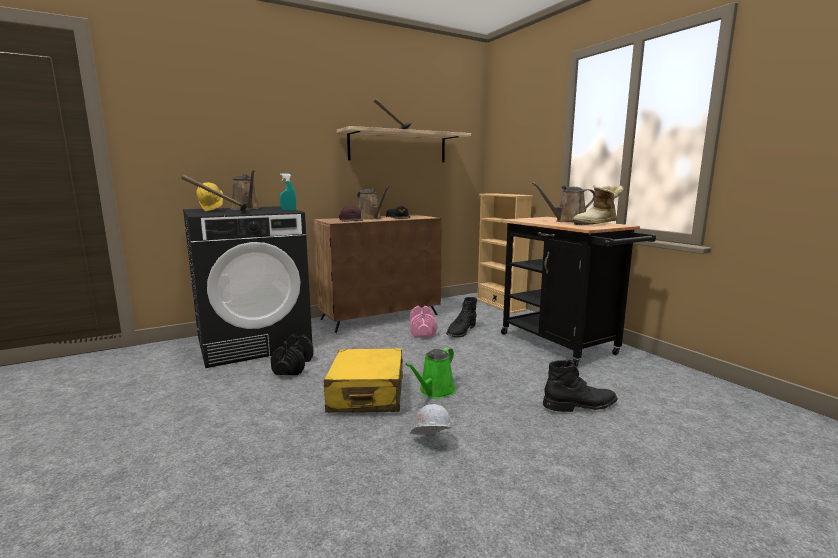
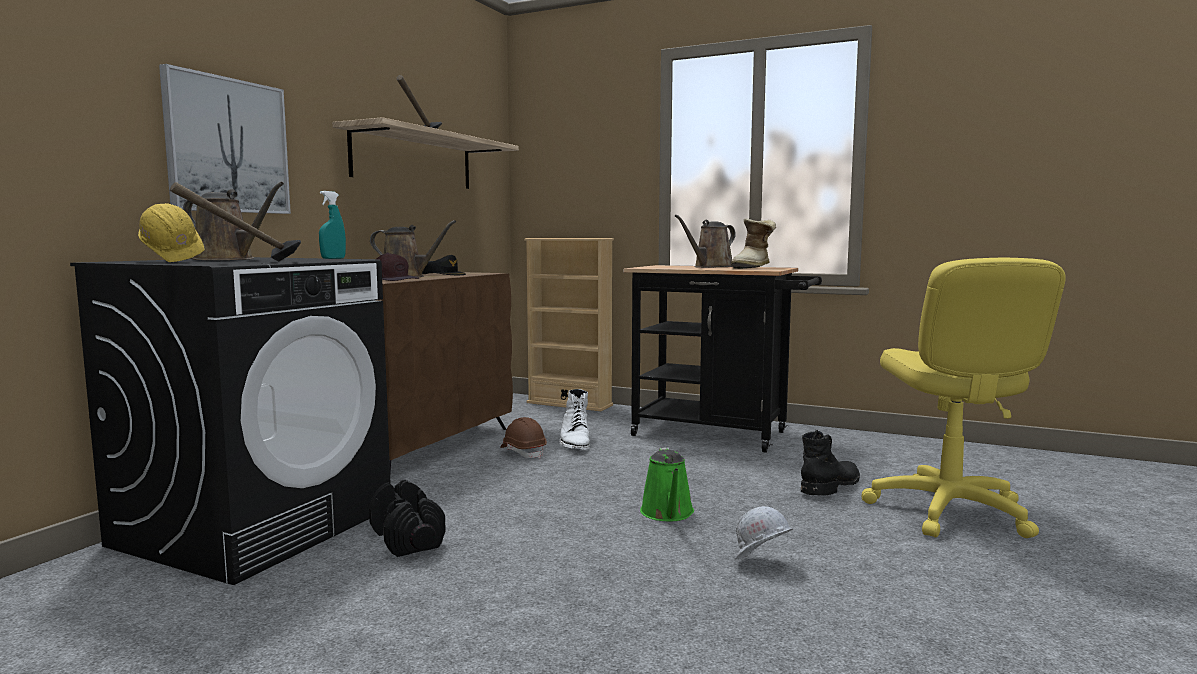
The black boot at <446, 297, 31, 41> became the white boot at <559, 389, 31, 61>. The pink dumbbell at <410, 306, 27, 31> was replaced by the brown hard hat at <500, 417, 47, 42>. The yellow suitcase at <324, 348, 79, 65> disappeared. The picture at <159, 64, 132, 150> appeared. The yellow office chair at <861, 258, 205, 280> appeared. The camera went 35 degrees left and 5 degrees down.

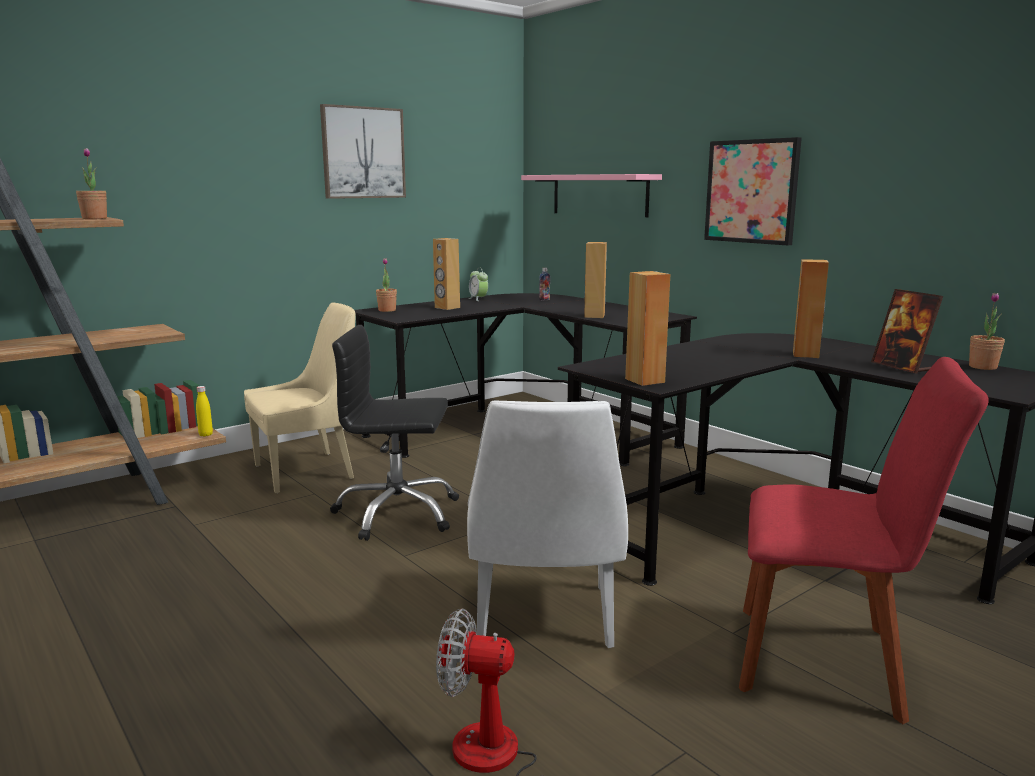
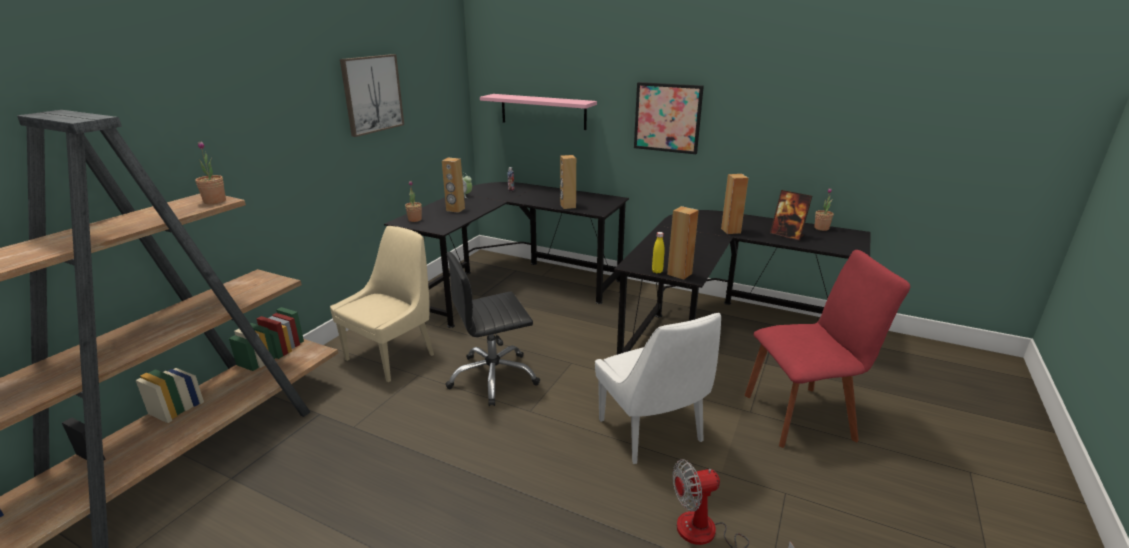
The yellow bottle moved from <196, 386, 17, 51> to <652, 232, 13, 41>. The camera went 25 degrees left and 10 degrees up.

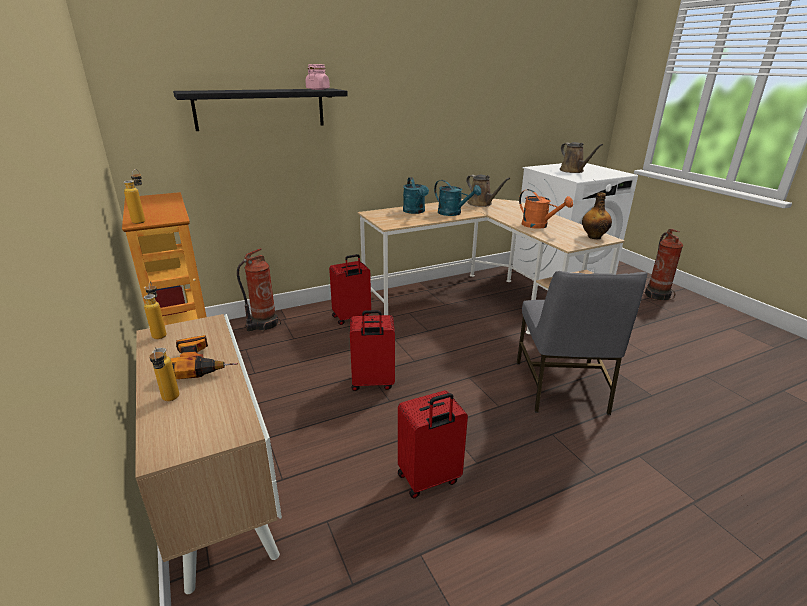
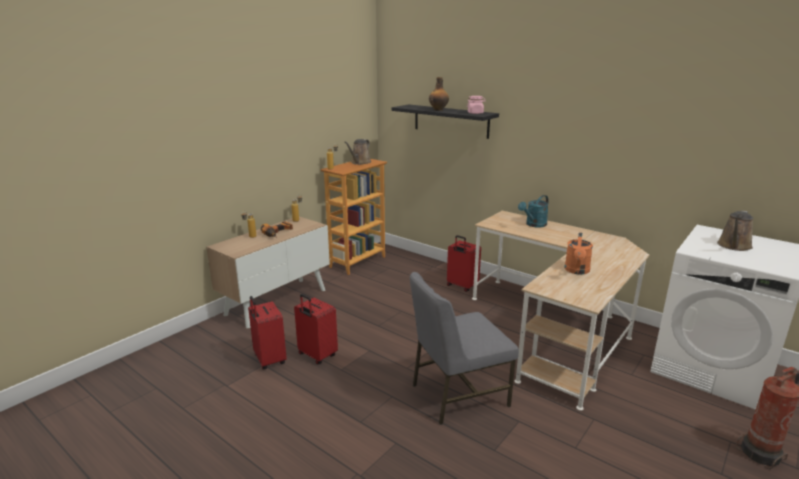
The brown watering can moved from <466, 175, 44, 32> to <345, 139, 26, 26>. The turquoise watering can at <434, 180, 47, 36> disappeared. The bottle moved from <582, 192, 30, 47> to <429, 77, 20, 34>. The fire extinguisher at <237, 248, 44, 83> disappeared. The red suitcase moved from <350, 310, 45, 81> to <248, 296, 39, 74>. The camera went 65 degrees right and 5 degrees down.

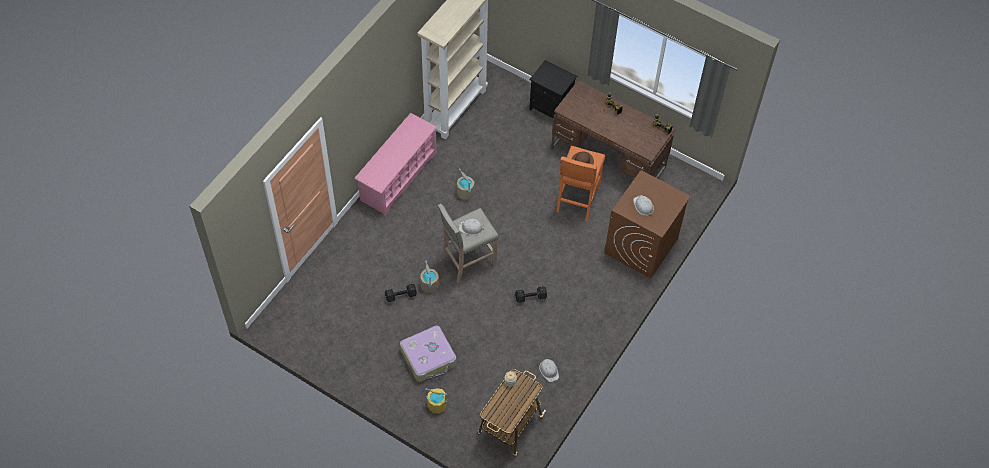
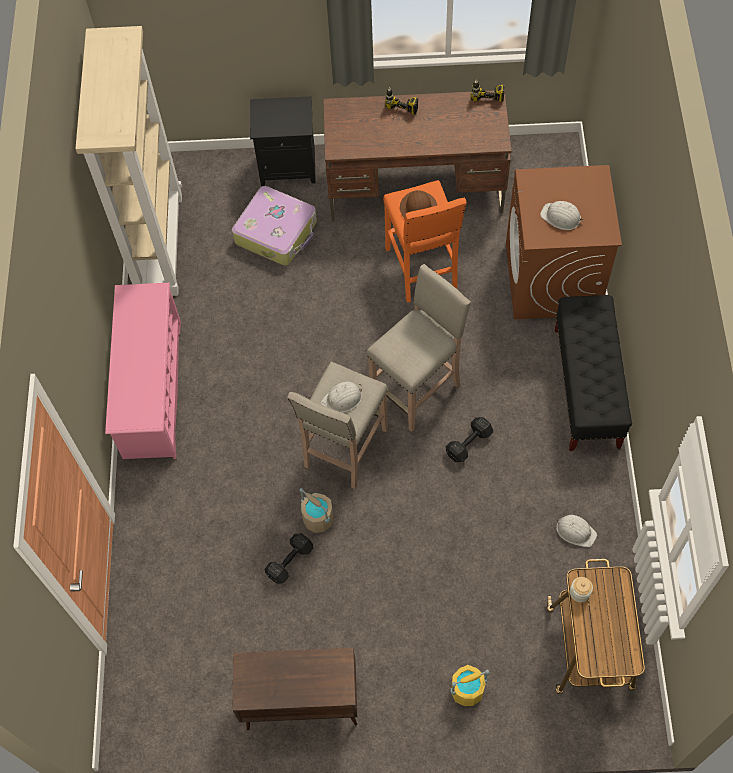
The beige bucket at <457, 169, 18, 31> disappeared. The suitcase moved from <400, 326, 56, 56> to <232, 186, 85, 80>. The beige stool at <366, 264, 105, 168> appeared. The black bench at <555, 295, 77, 156> appeared. The brown cabinet at <233, 648, 124, 82> appeared. The camera went 30 degrees left and 5 degrees up.

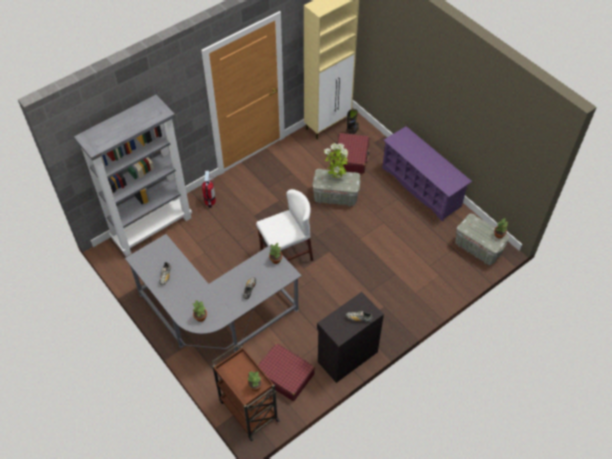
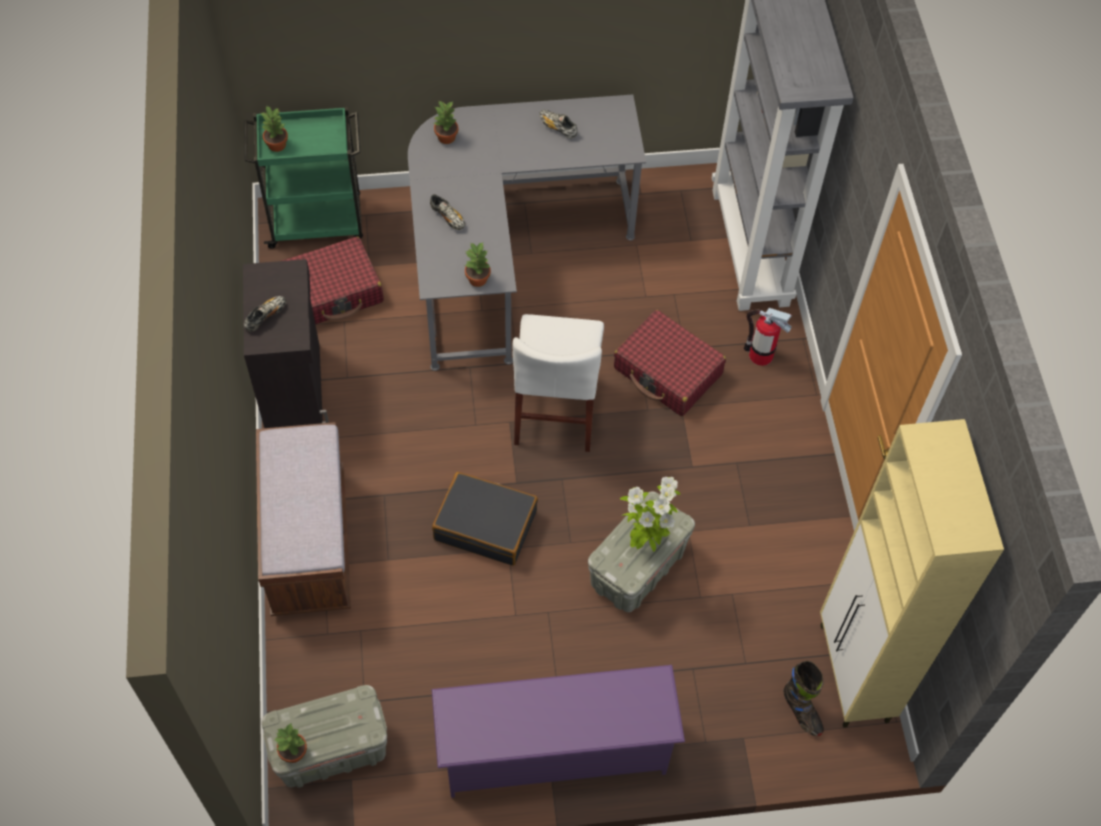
The red suitcase moved from <335, 133, 35, 41> to <614, 310, 112, 106>. The brown cart at <212, 345, 68, 96> became the green cart at <244, 107, 119, 142>. The brown bench at <256, 422, 95, 194> appeared. The black suitcase at <432, 472, 106, 94> appeared. The camera went 120 degrees right and 5 degrees up.

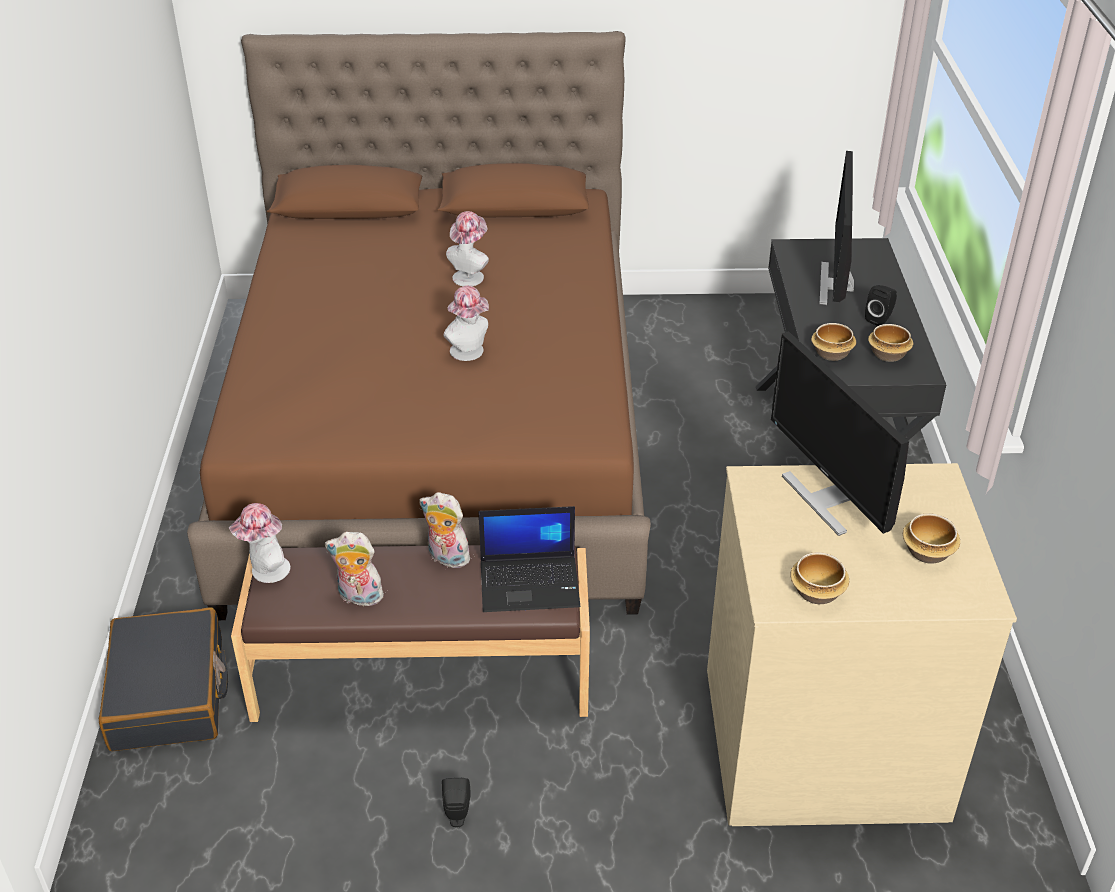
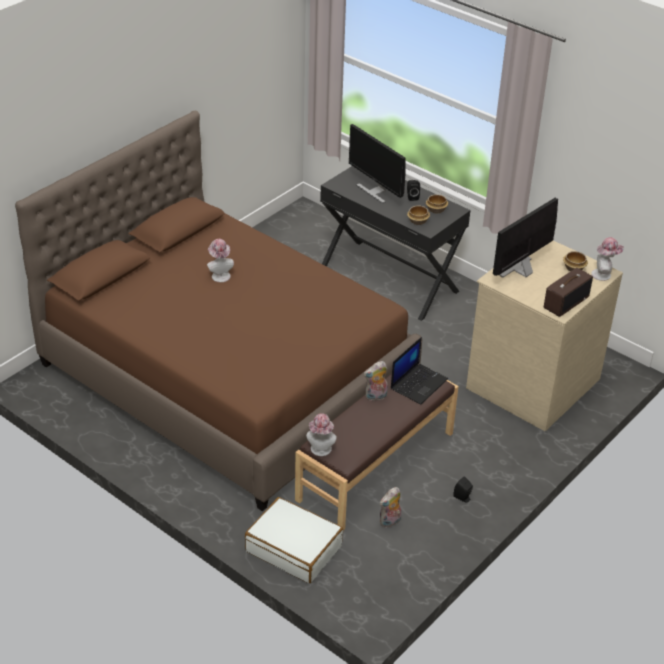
The hat moved from <443, 286, 46, 75> to <591, 237, 33, 44>. The monitor at <771, 331, 138, 205> turned 120 degrees clockwise. The plush toy moved from <325, 532, 59, 75> to <380, 487, 21, 41>. The bowl at <790, 552, 59, 52> was replaced by the radio at <544, 268, 49, 49>. The black suitcase at <99, 607, 129, 144> became the white suitcase at <245, 497, 98, 86>. The camera went 50 degrees left and 0 degrees up.

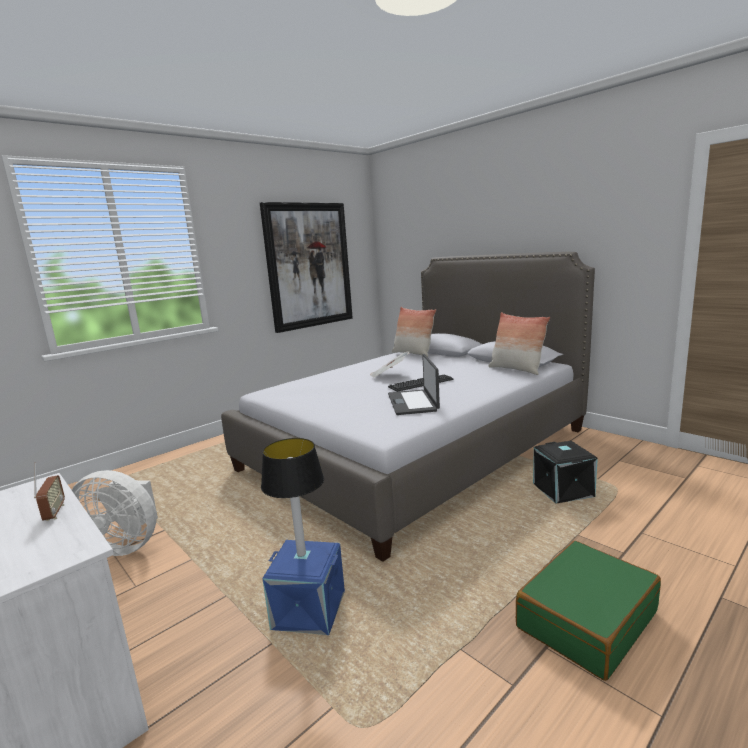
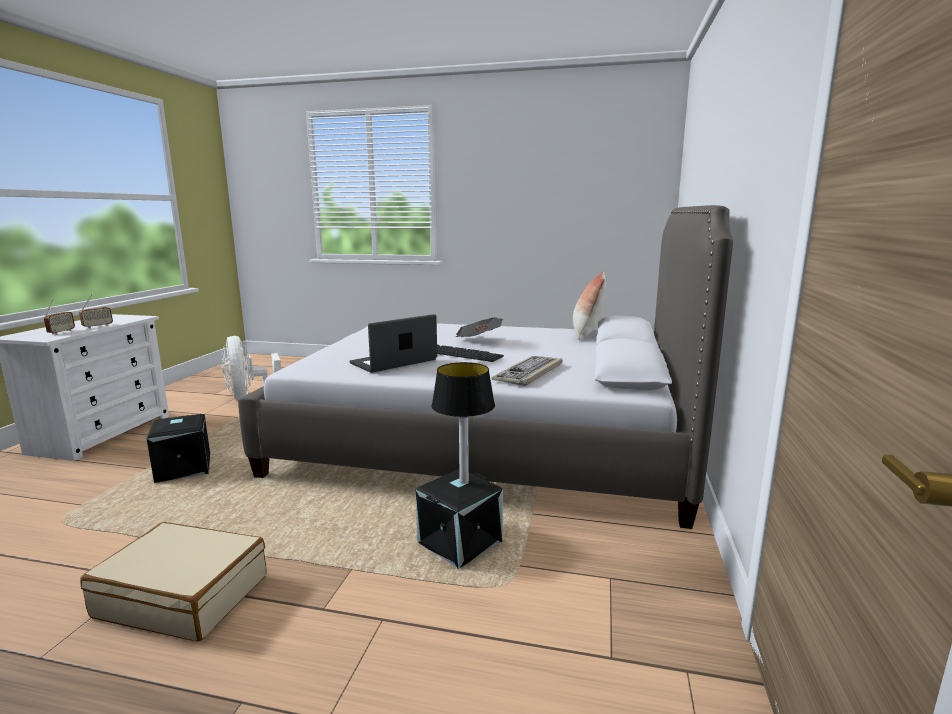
The picture at <260, 202, 93, 131> disappeared. The pillow at <488, 312, 62, 63> disappeared. The table lamp moved from <261, 438, 63, 119> to <431, 362, 64, 122>. The blue storage box at <262, 540, 83, 95> became the black storage box at <147, 414, 64, 69>. The green suitcase at <516, 541, 145, 140> became the beige suitcase at <80, 522, 187, 119>. The radio at <44, 299, 31, 35> appeared. The keyboard at <492, 356, 70, 30> appeared. The camera went 55 degrees right and 0 degrees up.

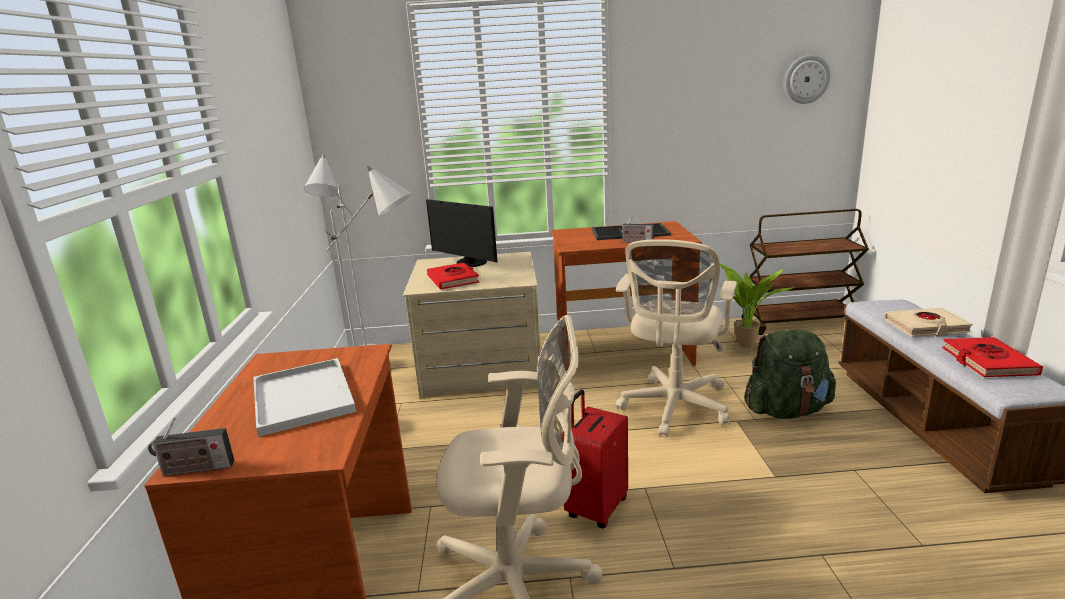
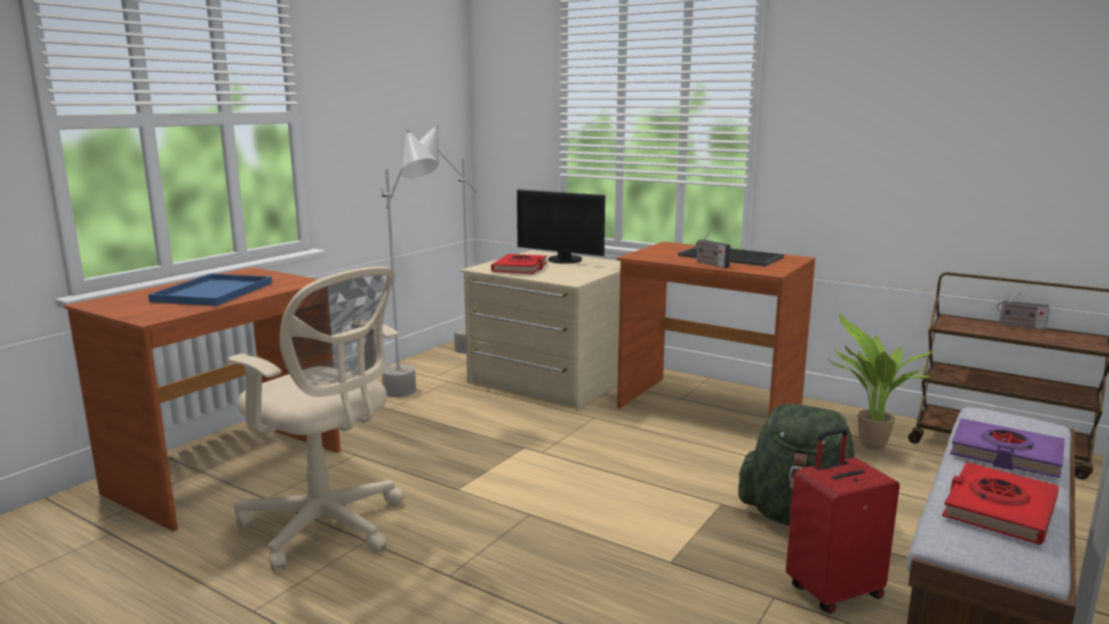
The wall clock at <785, 55, 46, 49> disappeared. The monitor at <426, 199, 71, 68> turned 45 degrees counterclockwise. The beige office chair at <616, 239, 121, 198> disappeared. The beige book at <884, 308, 89, 29> became the purple book at <950, 418, 115, 60>. The white tray at <253, 358, 103, 79> became the blue tray at <148, 274, 124, 32>. The red suitcase moved from <562, 389, 66, 139> to <786, 428, 114, 186>. The radio moved from <148, 417, 87, 59> to <997, 290, 52, 40>. The camera went 35 degrees right and 5 degrees down.

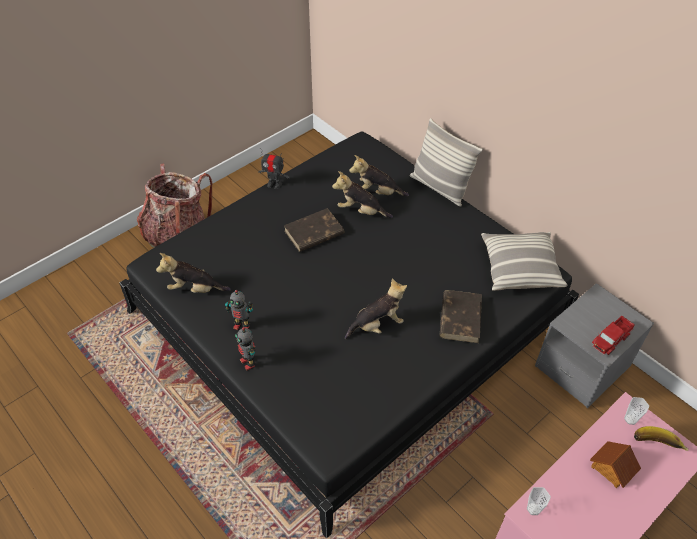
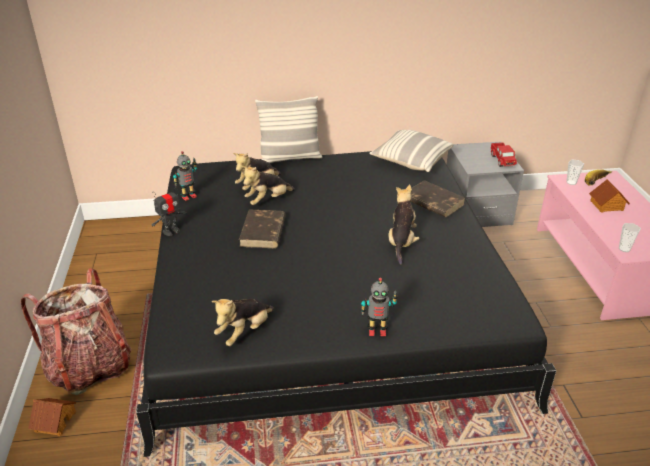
The toy robot moved from <225, 290, 28, 40> to <173, 151, 24, 50>. The toy house at <28, 398, 48, 38> appeared. The camera went 55 degrees left and 15 degrees down.

